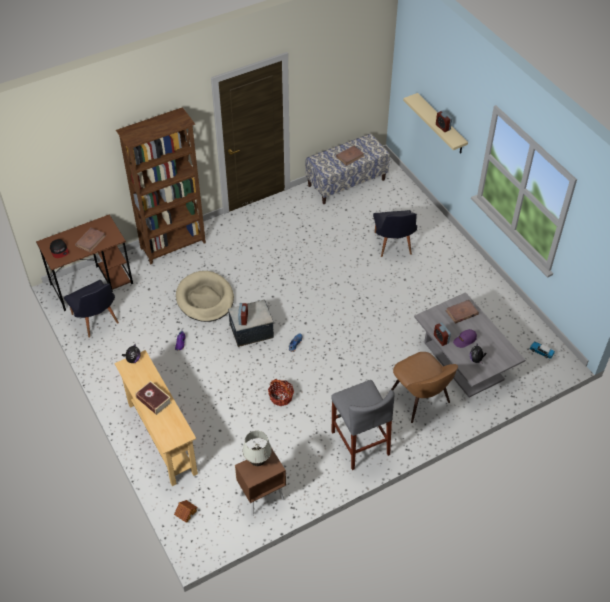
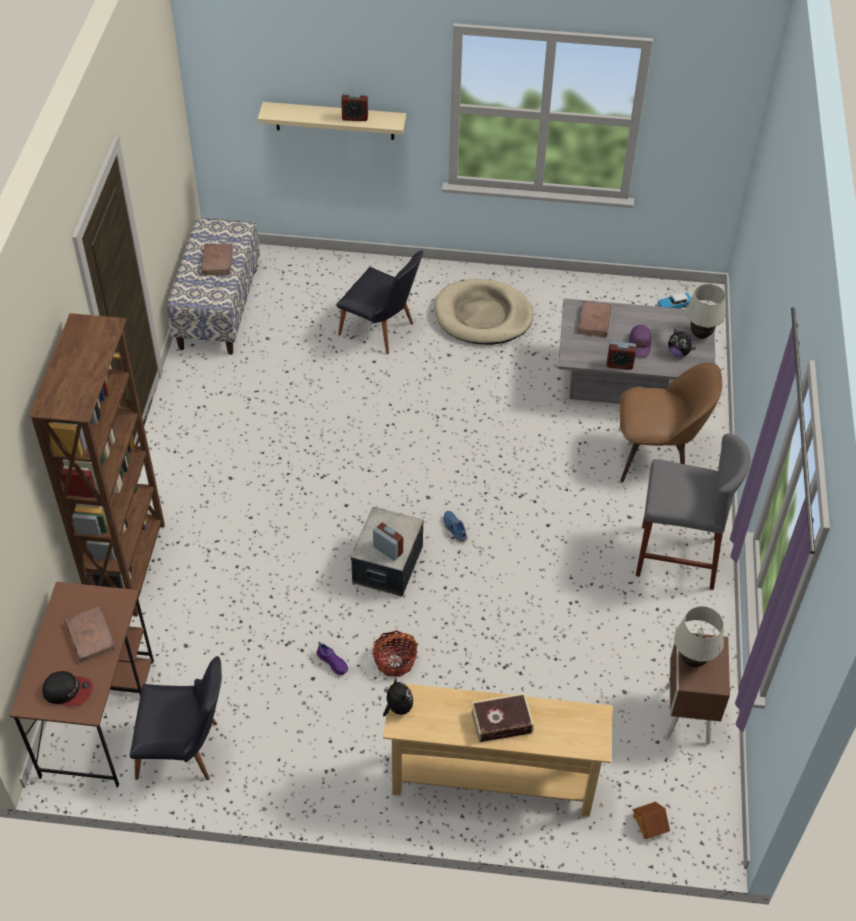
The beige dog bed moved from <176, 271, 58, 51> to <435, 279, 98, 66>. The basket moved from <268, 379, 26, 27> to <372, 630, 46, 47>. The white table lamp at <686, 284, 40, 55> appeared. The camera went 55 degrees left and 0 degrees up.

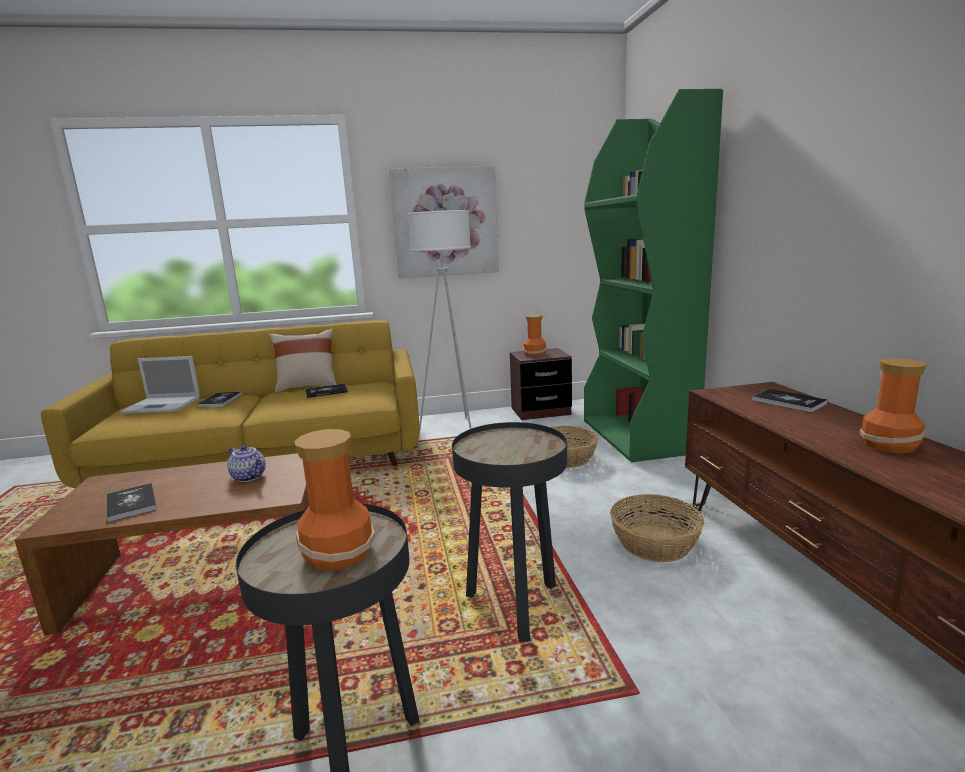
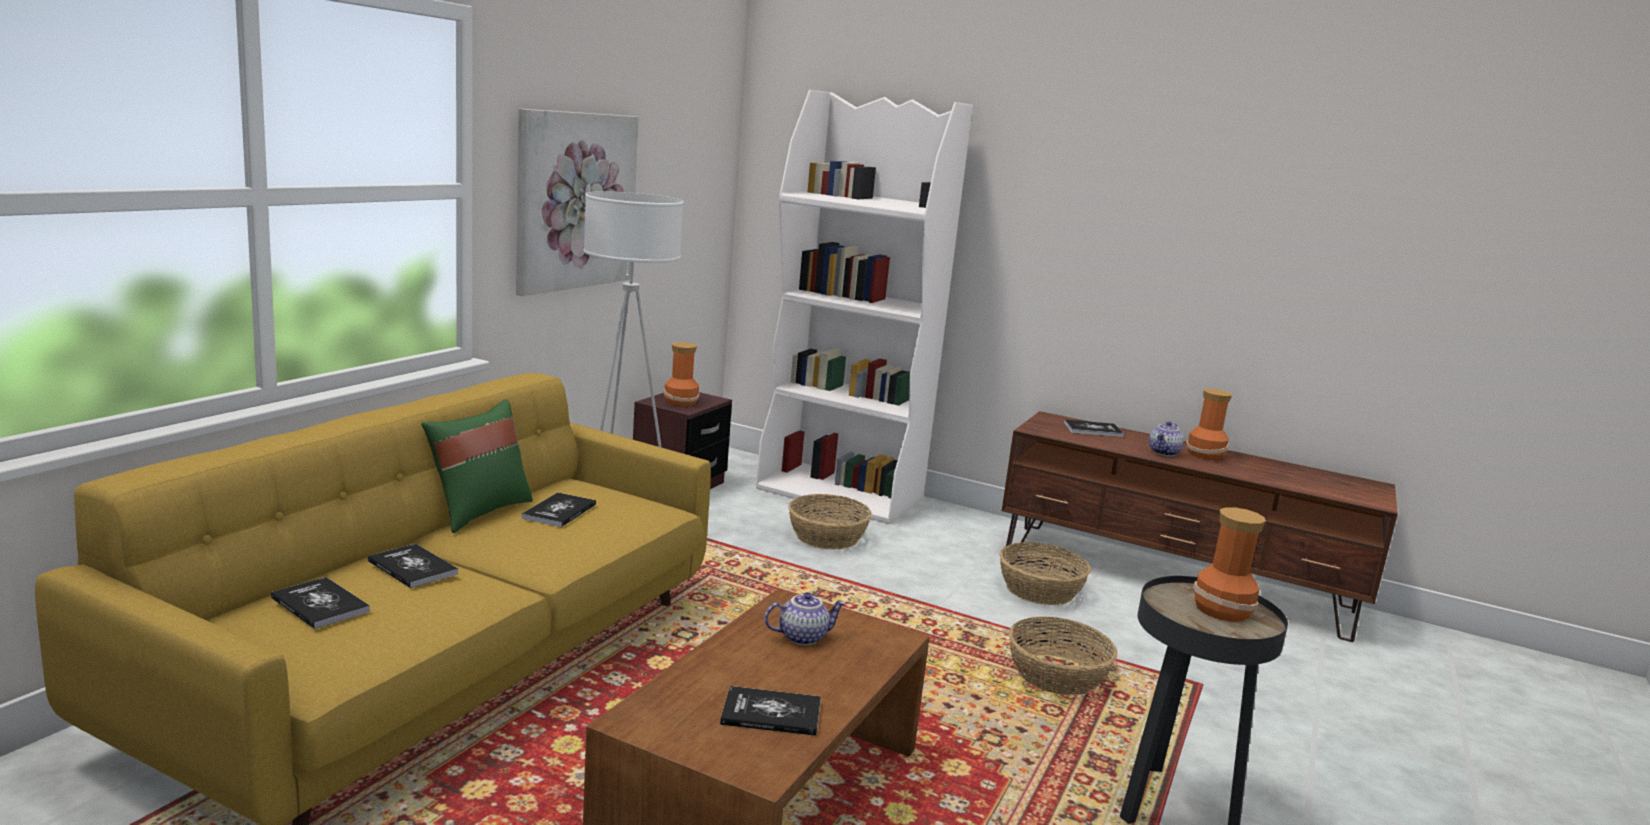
The green bookcase at <584, 89, 139, 373> became the white bookcase at <756, 89, 217, 435>. The beige pillow at <269, 329, 68, 64> became the green pillow at <421, 399, 112, 134>. The laptop at <120, 356, 80, 58> was replaced by the book at <271, 577, 99, 52>. The black side table at <452, 422, 115, 220> was replaced by the basket at <1009, 616, 109, 80>. The teapot at <1149, 421, 35, 35> appeared. The camera went 55 degrees left and 0 degrees up.

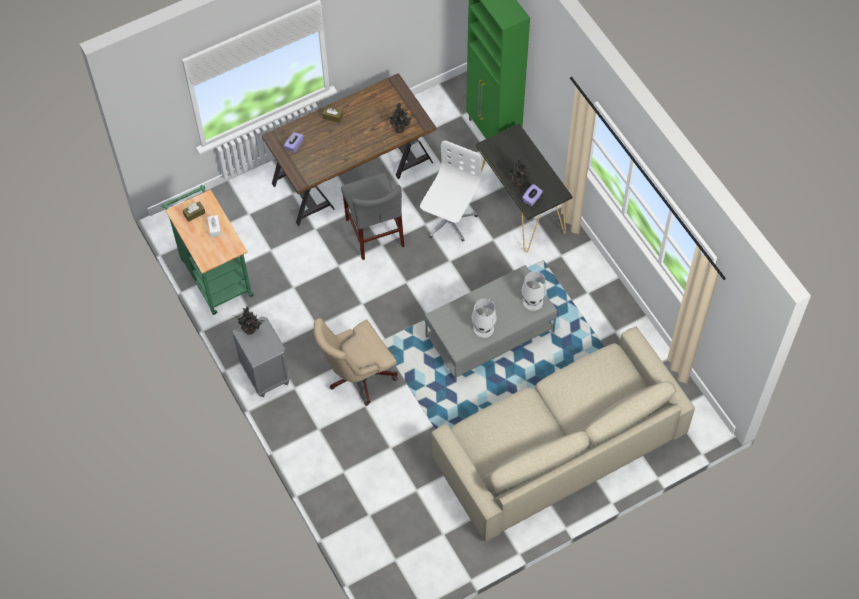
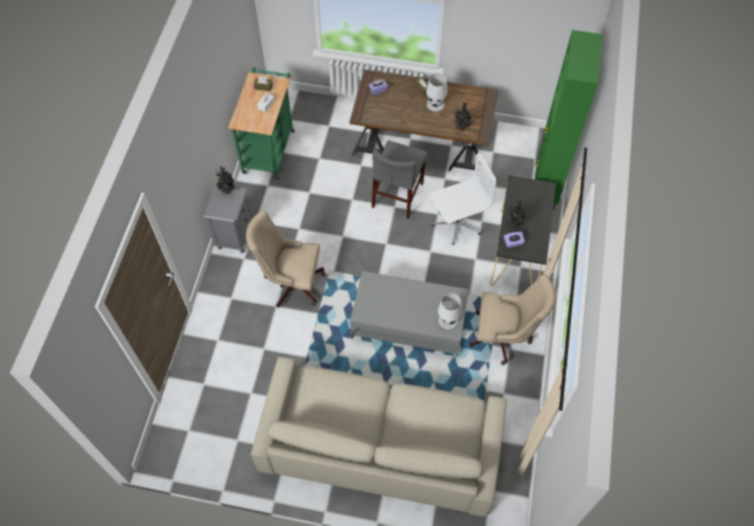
The white table lamp moved from <472, 299, 25, 39> to <426, 73, 22, 39>. The beige office chair at <469, 274, 87, 91> appeared. The camera went 40 degrees right and 0 degrees up.

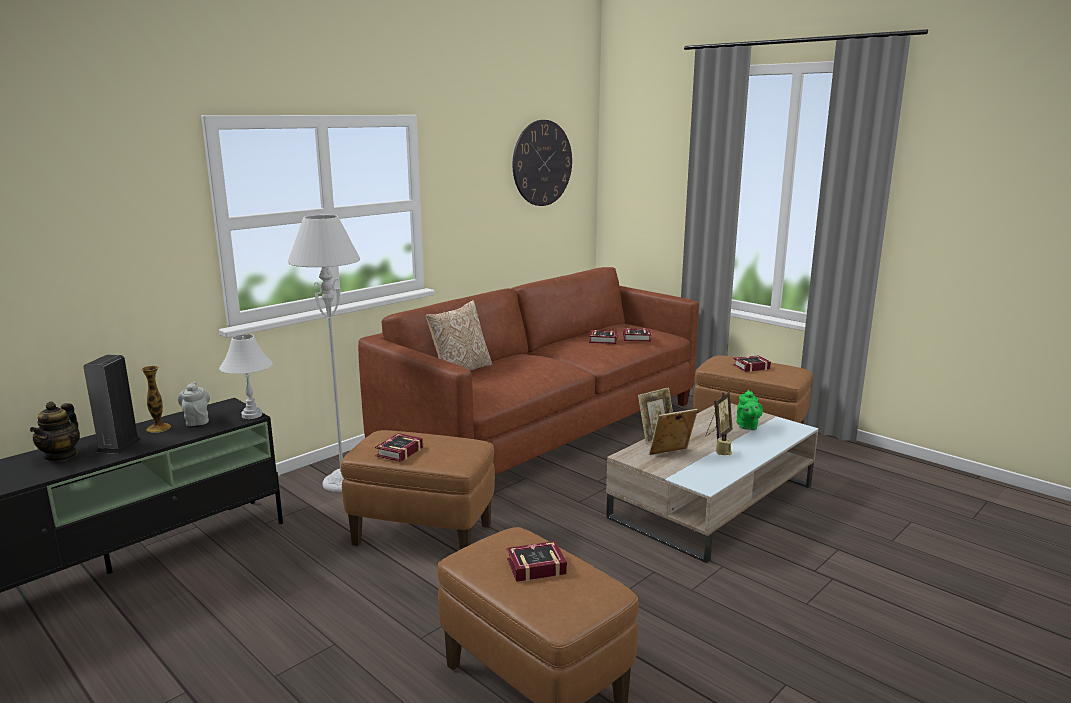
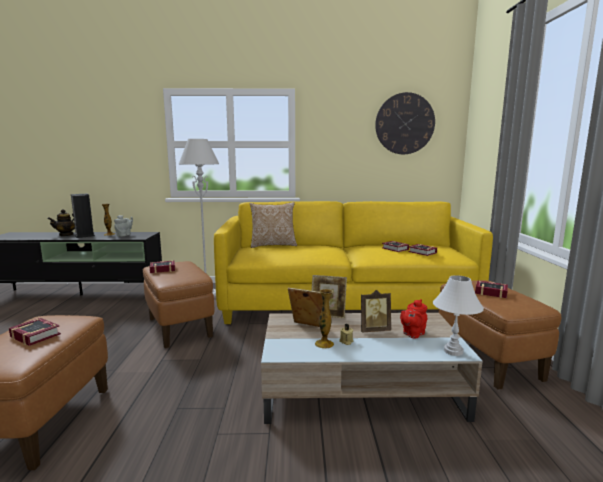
The brown sofa at <358, 267, 341, 208> became the yellow sofa at <214, 201, 279, 123>. The white table lamp moved from <219, 334, 54, 85> to <433, 275, 51, 81>. The green teapot at <736, 390, 27, 40> became the red teapot at <400, 299, 27, 39>. The vase at <315, 289, 19, 60> appeared. The camera went 45 degrees right and 5 degrees down.

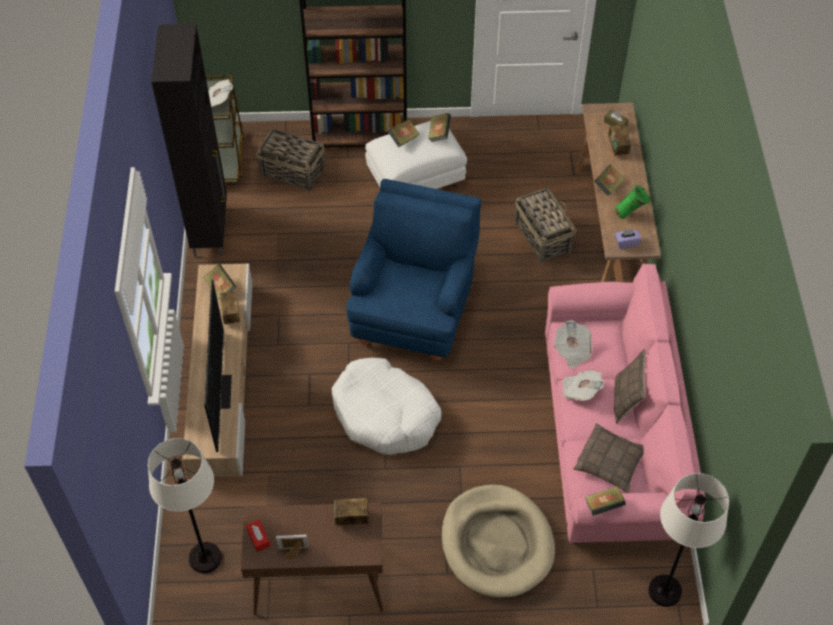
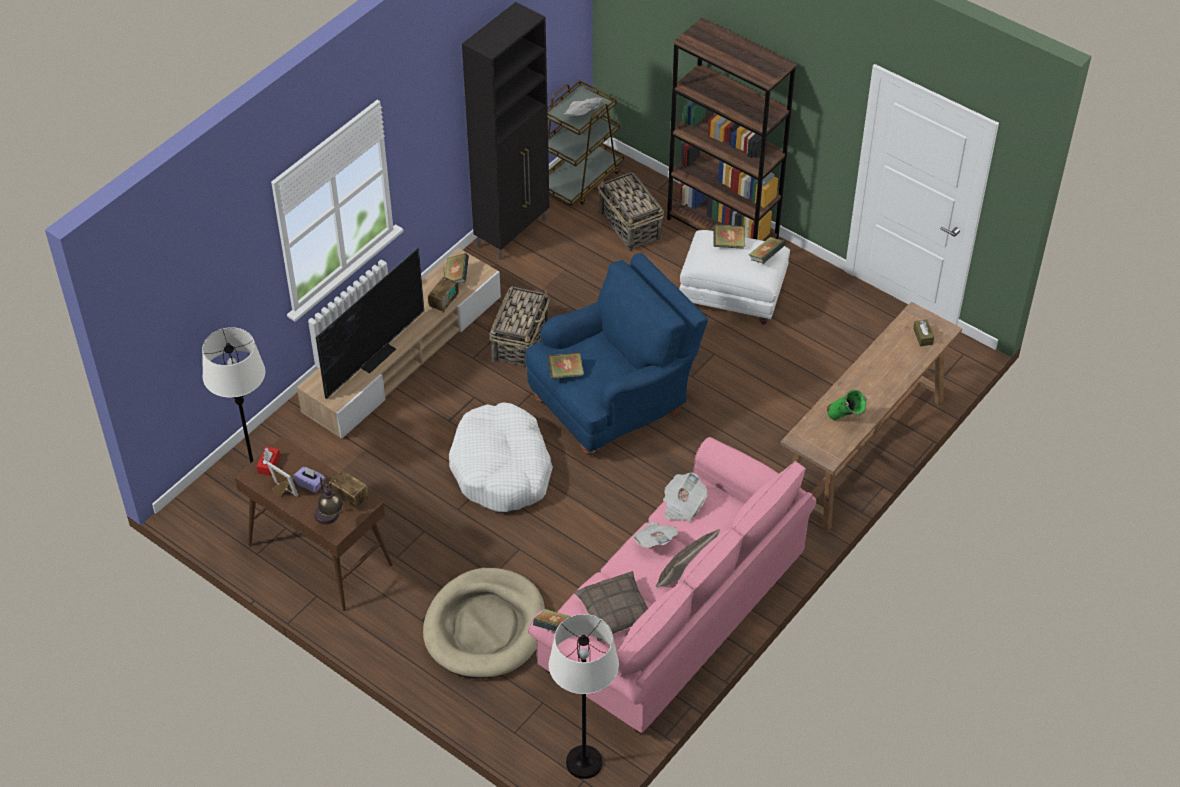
The radio at <608, 125, 23, 32> disappeared. The book moved from <594, 164, 31, 32> to <547, 352, 37, 27>. The basket moved from <514, 185, 63, 79> to <489, 286, 61, 83>. The purple tissue box moved from <615, 229, 27, 20> to <293, 466, 32, 27>. The table lamp at <314, 477, 29, 48> appeared. The camera went 40 degrees right and 5 degrees down.

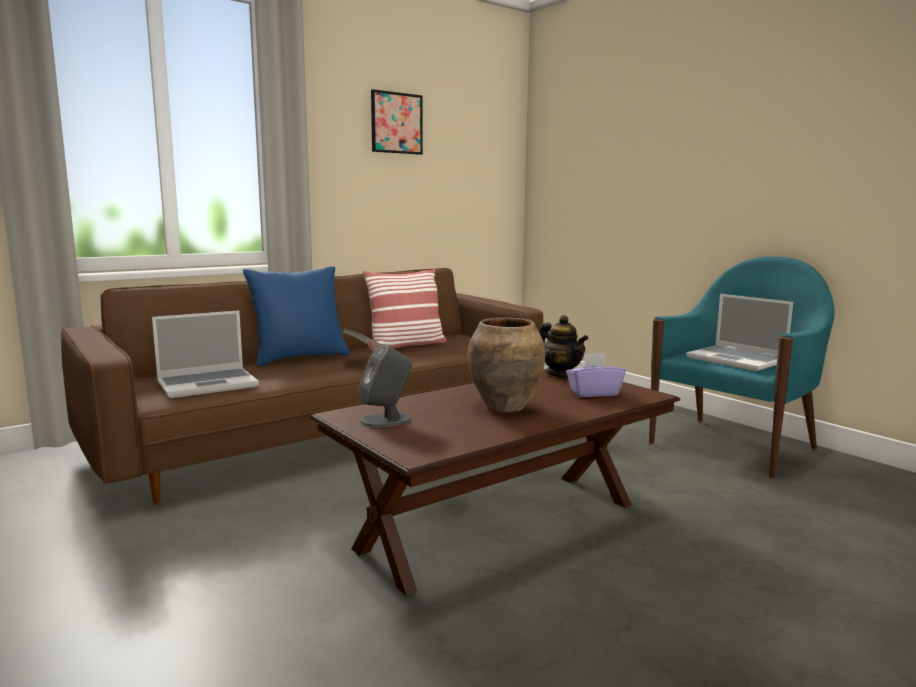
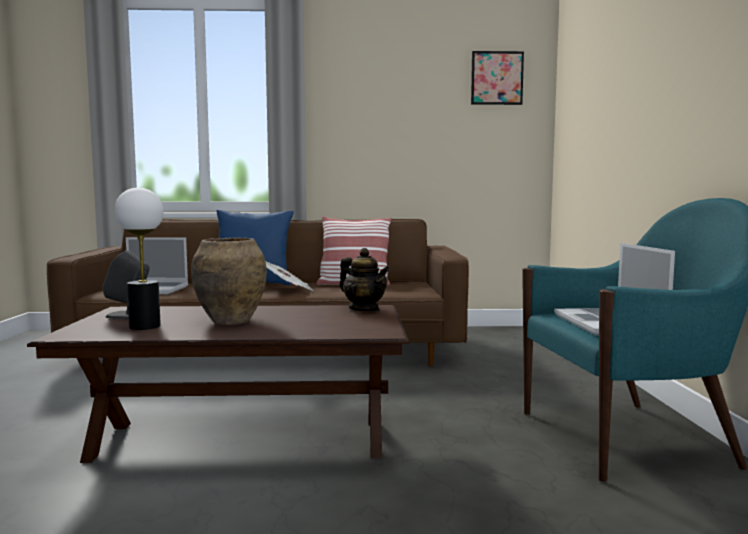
The picture moved from <371, 89, 52, 66> to <471, 51, 53, 54>. The teapot at <539, 315, 49, 62> turned 45 degrees counterclockwise. The purple tissue box at <566, 353, 60, 44> disappeared. The table lamp at <115, 188, 48, 142> appeared. The camera went 35 degrees right and 5 degrees down.

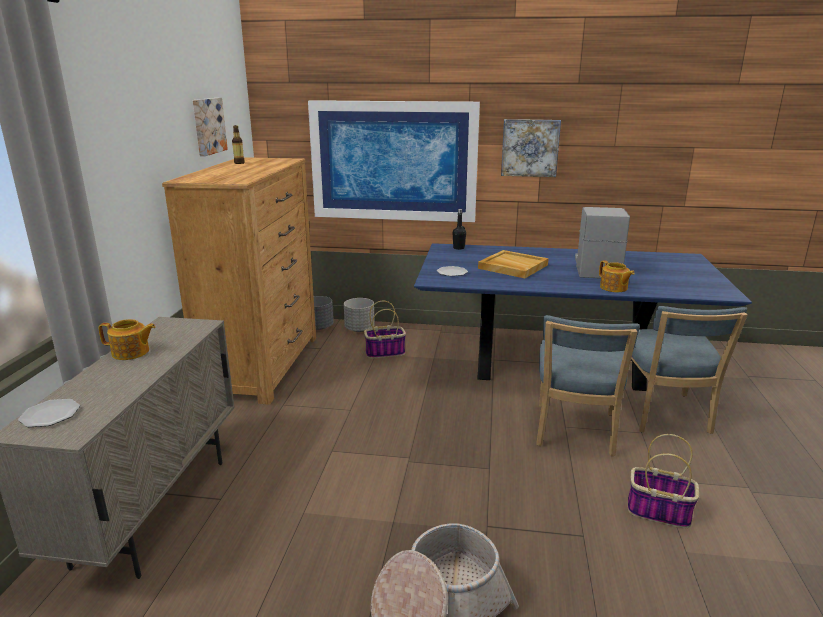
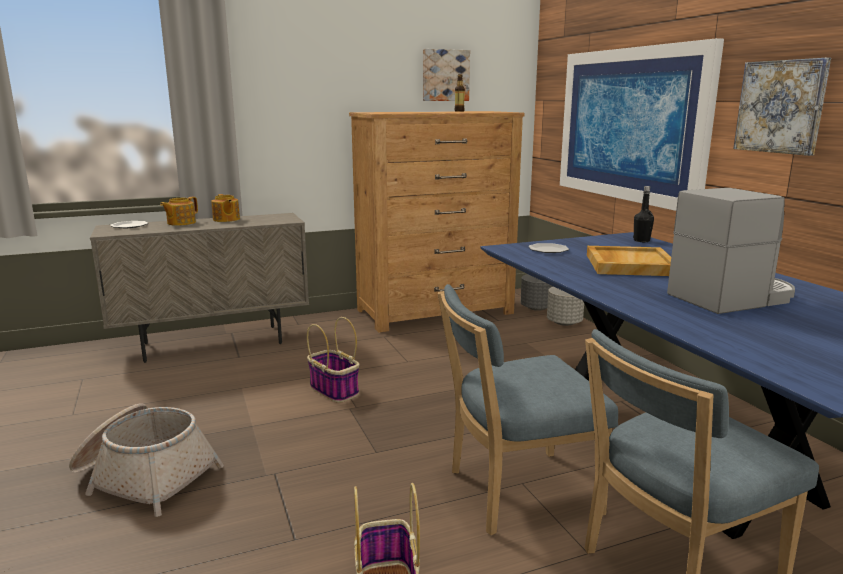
The teapot moved from <599, 260, 36, 32> to <160, 197, 38, 29>. The basket moved from <364, 301, 42, 58> to <307, 317, 52, 86>. The camera went 60 degrees right and 5 degrees down.

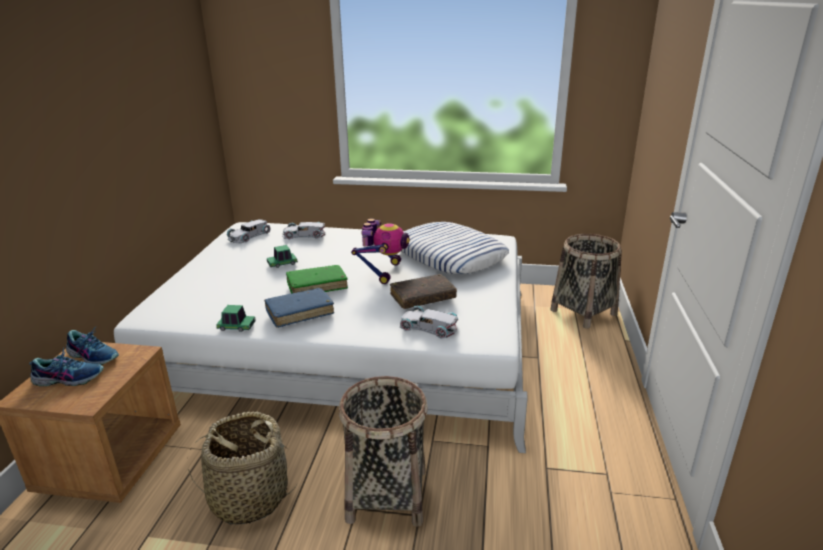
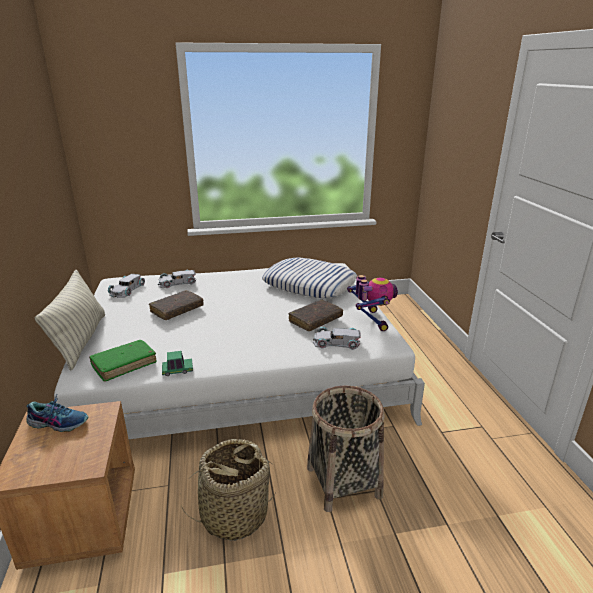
The toy robot moved from <351, 218, 59, 66> to <347, 275, 51, 56>. The basket at <550, 234, 72, 95> disappeared. The toy car at <267, 245, 31, 23> was replaced by the brown book at <149, 290, 55, 30>. The green book moved from <286, 265, 62, 29> to <89, 340, 68, 42>. The blue book at <264, 288, 70, 40> disappeared. The shoe at <29, 348, 75, 38> disappeared. The pillow at <35, 270, 70, 100> appeared. The camera went 20 degrees left and 0 degrees up.

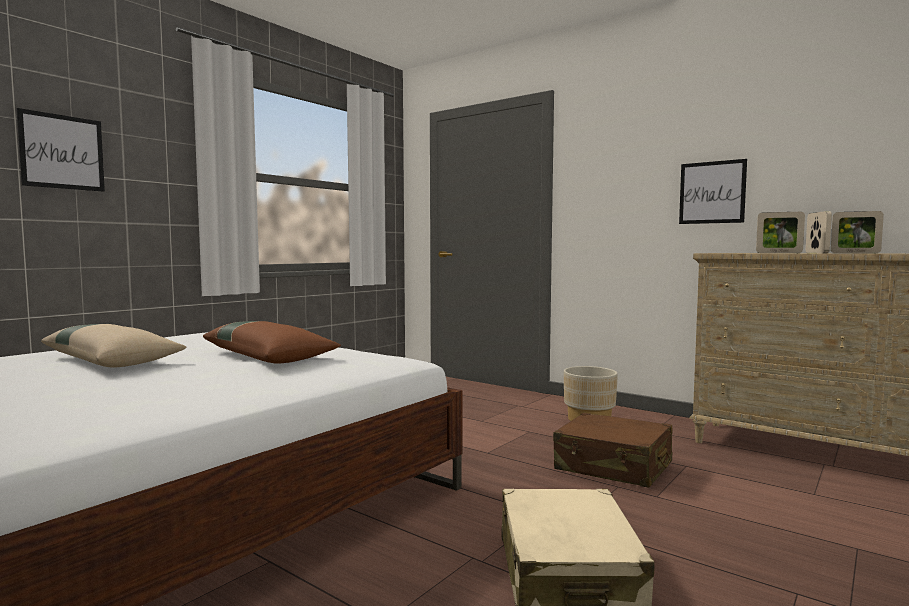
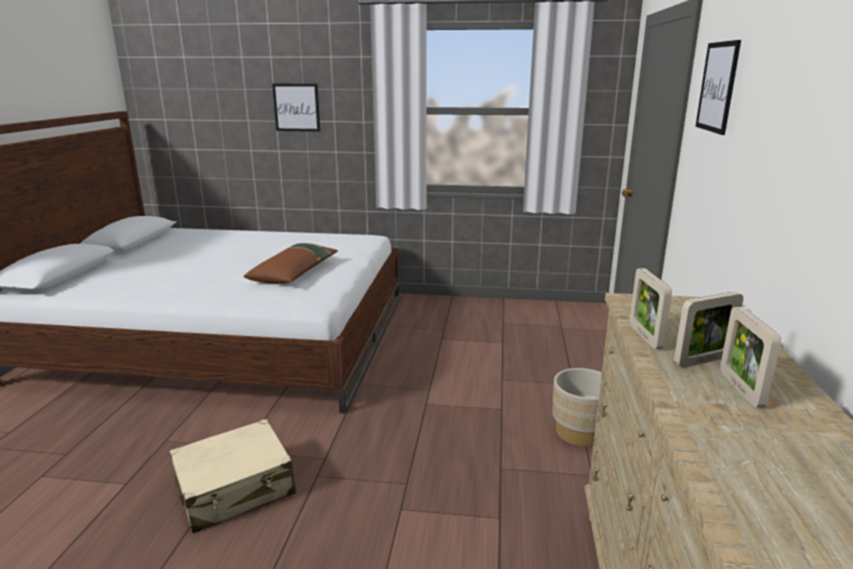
The picture moved from <679, 159, 68, 65> to <695, 40, 46, 95>. The beige pillow at <41, 324, 146, 44> disappeared. The brown suitcase at <553, 413, 119, 75> disappeared. The camera went 60 degrees right and 15 degrees up.

